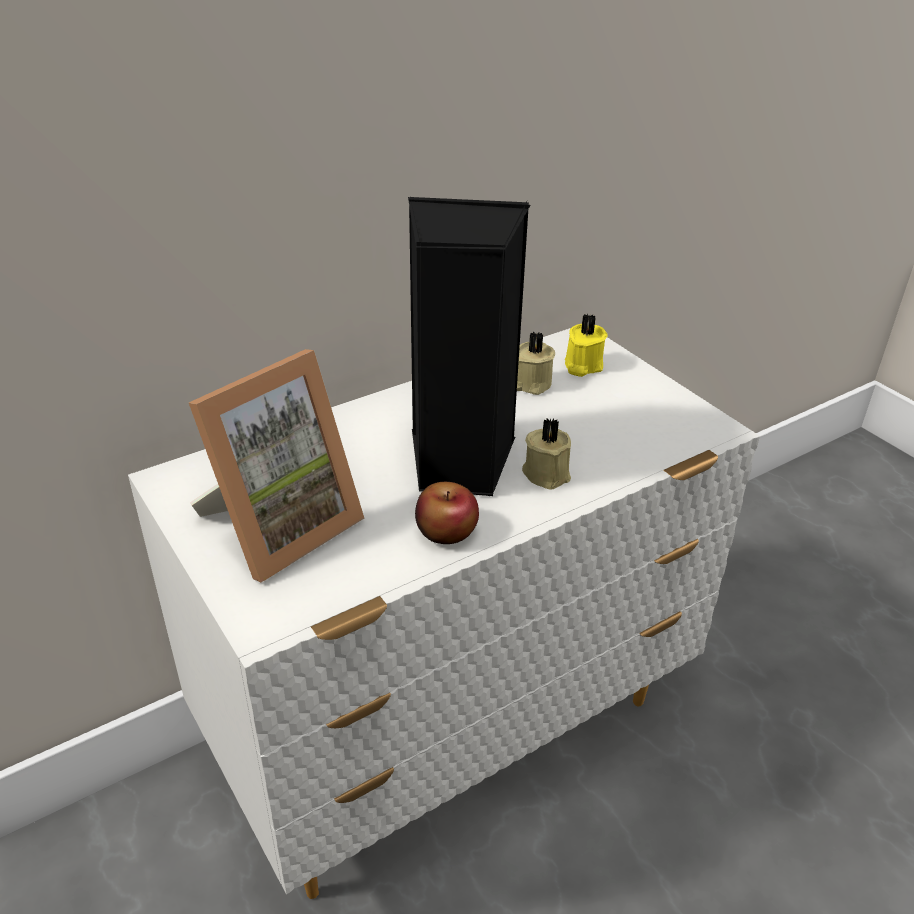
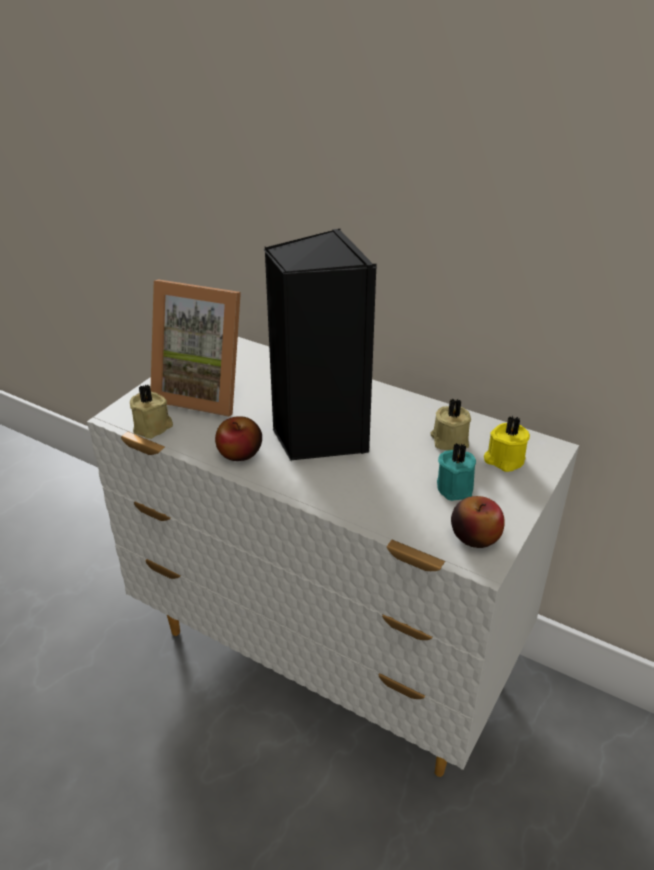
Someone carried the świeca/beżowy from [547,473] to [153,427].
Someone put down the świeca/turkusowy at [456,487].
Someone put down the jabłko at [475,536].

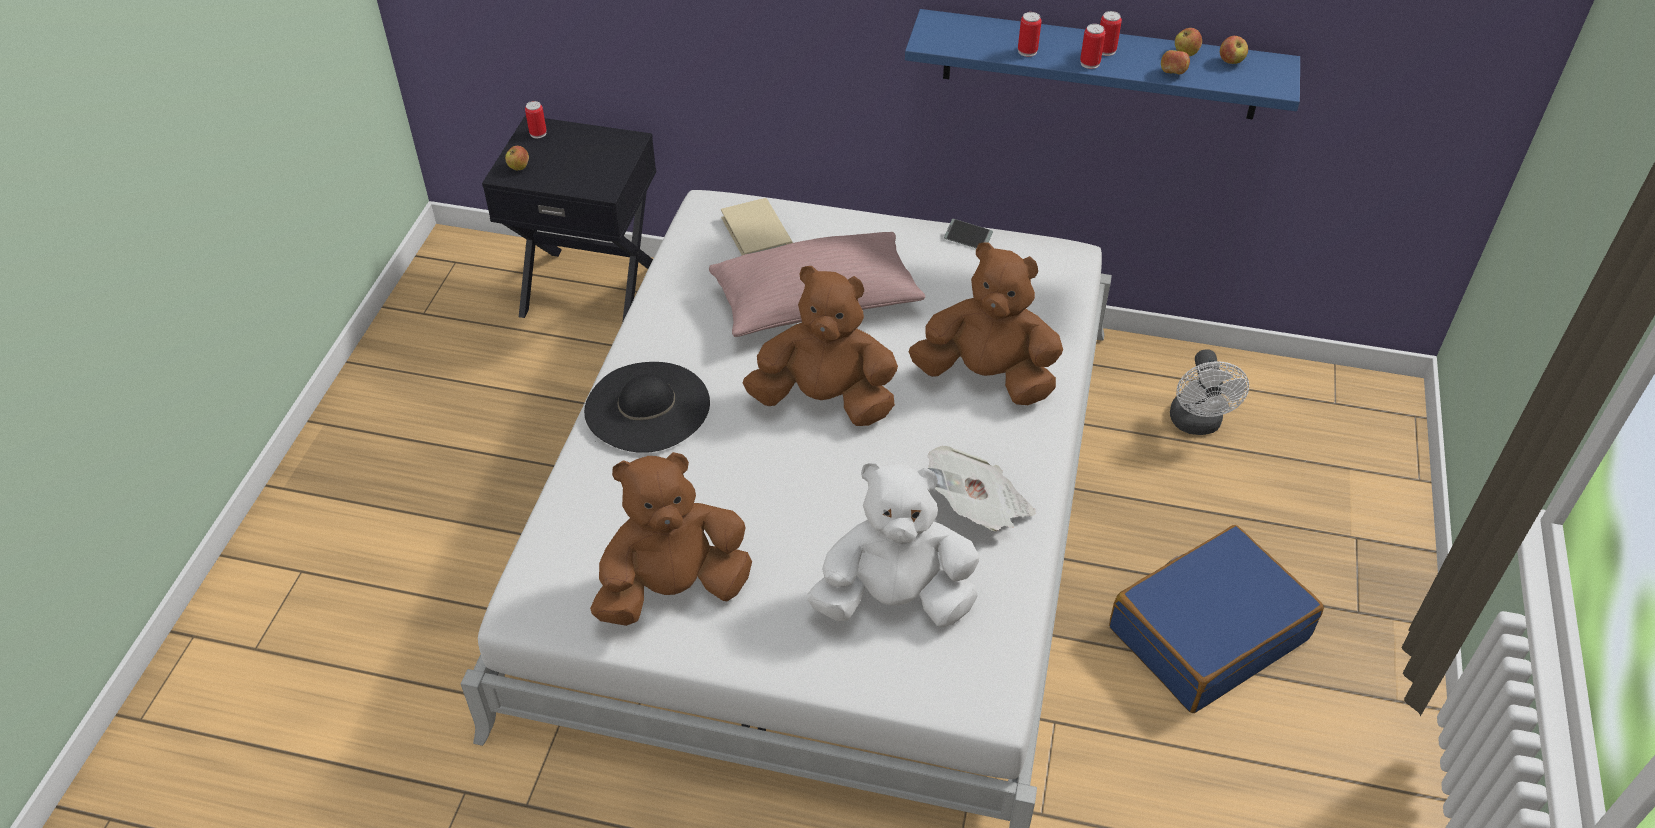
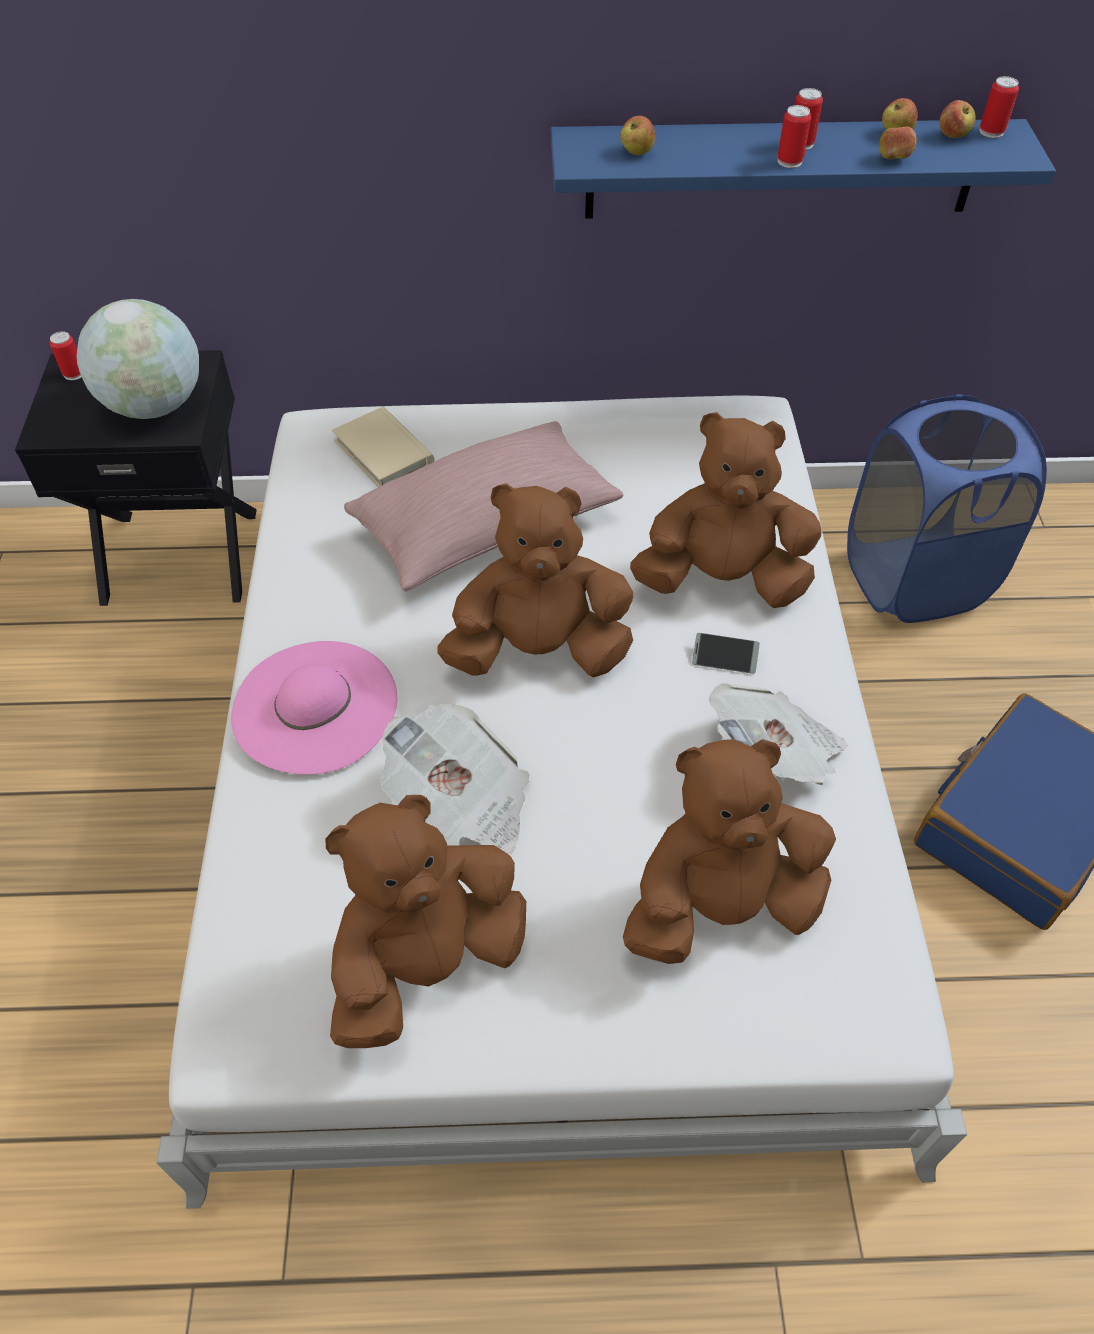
Someone put down the globus at [155,405].
Someone repainted the kapelusz/czarny at [647,406], which became the kapelusz/różowy at [315,706].
Someone put down the gazeta at [461,803].
Someone carried the jabłko from [519,167] to [636,152].
Someone repainted the pluszak/biały at [894,599], which became the pluszak/brązowy at [720,904].
Someone carried the telefon from [968,238] to [724,657].
Someone swapped the wentylator/biały at [1197,424] for the kosz na pranie/niebieski at [914,579].
Someone carried the puszka from [1027,51] to [991,132].

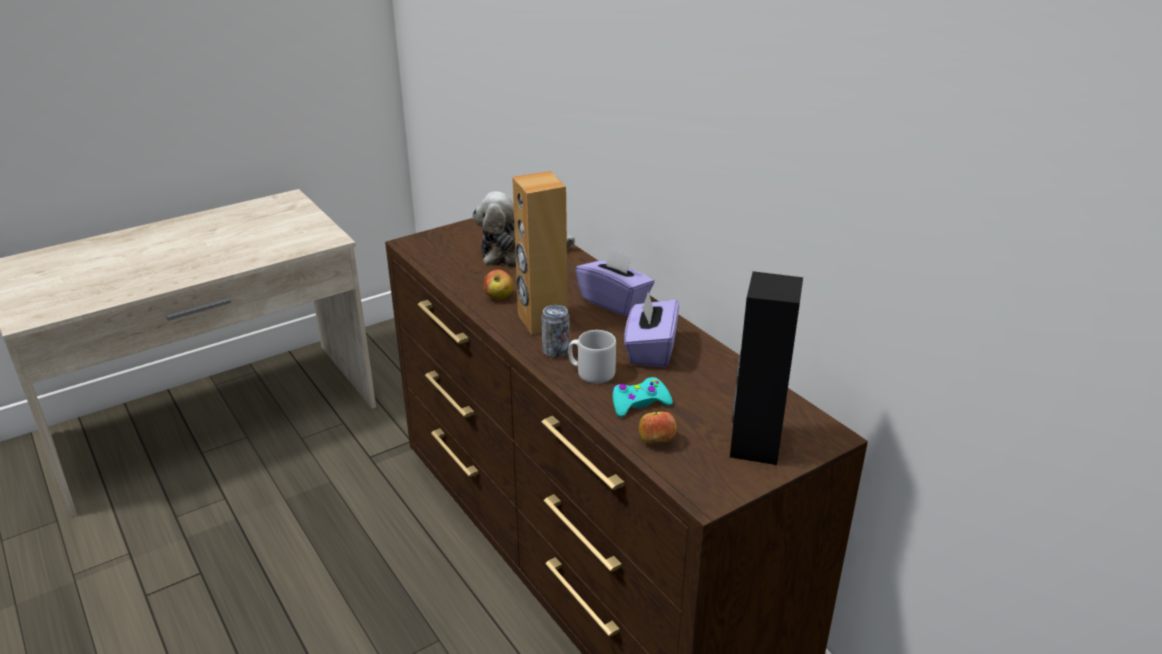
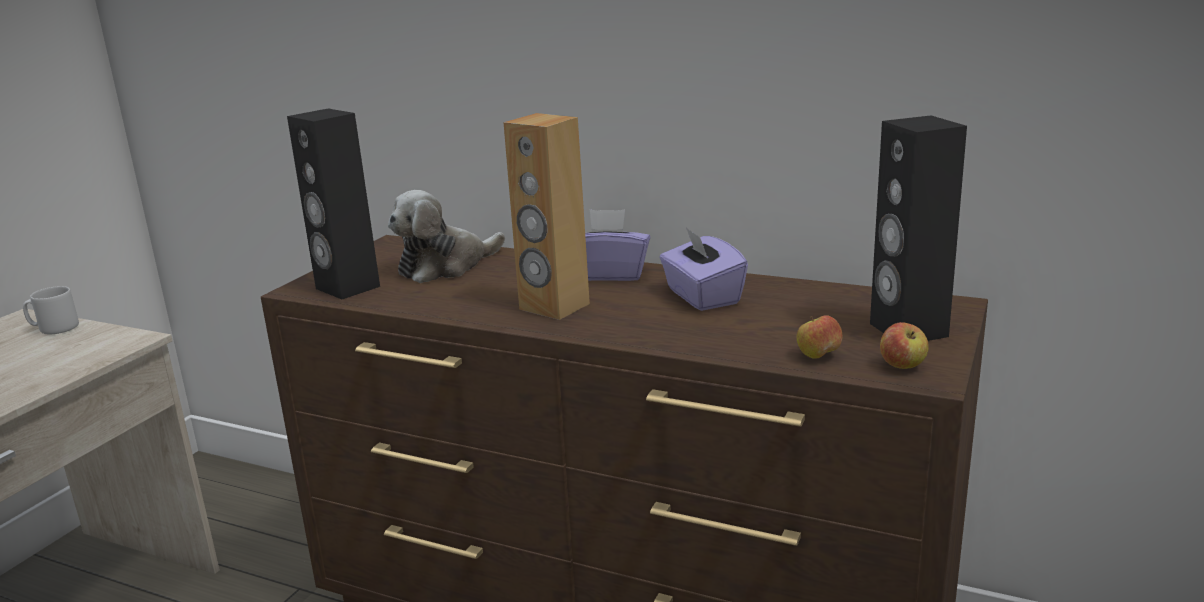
Someone carried the kubek/szary from [591,372] to [54,328].
Someone put down the głośnik/czarny at [347,288].
Someone carried the jabłko from [499,297] to [902,366].
Someone took away the puszka at [556,351].
Someone took away the pad do gier/turkusowy at [639,403].

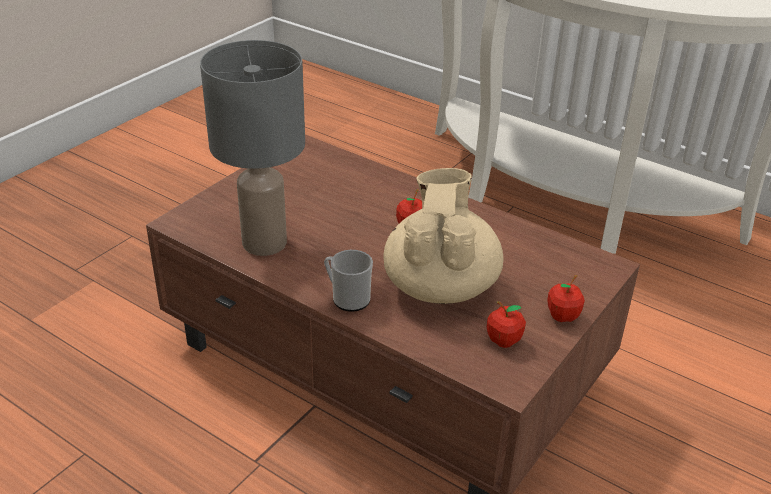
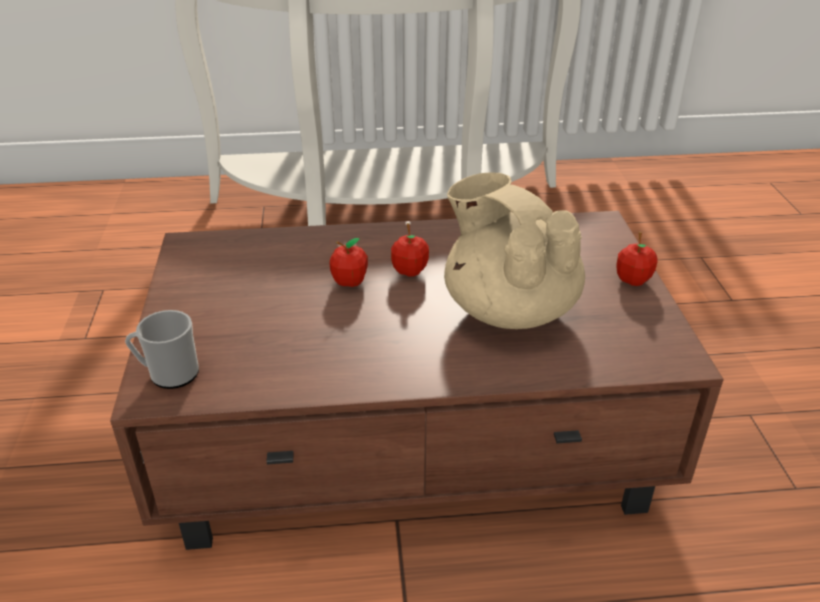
Someone carried the kubek from [347,298] to [169,374].
Someone carried the jabłko from [503,340] to [349,282].
Someone took away the lampa stołowa/szary at [265,242].

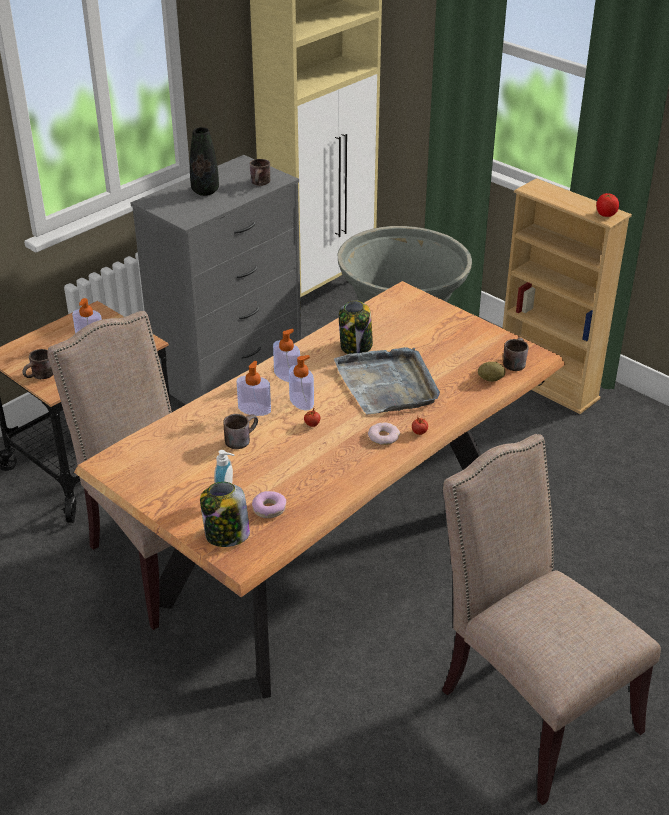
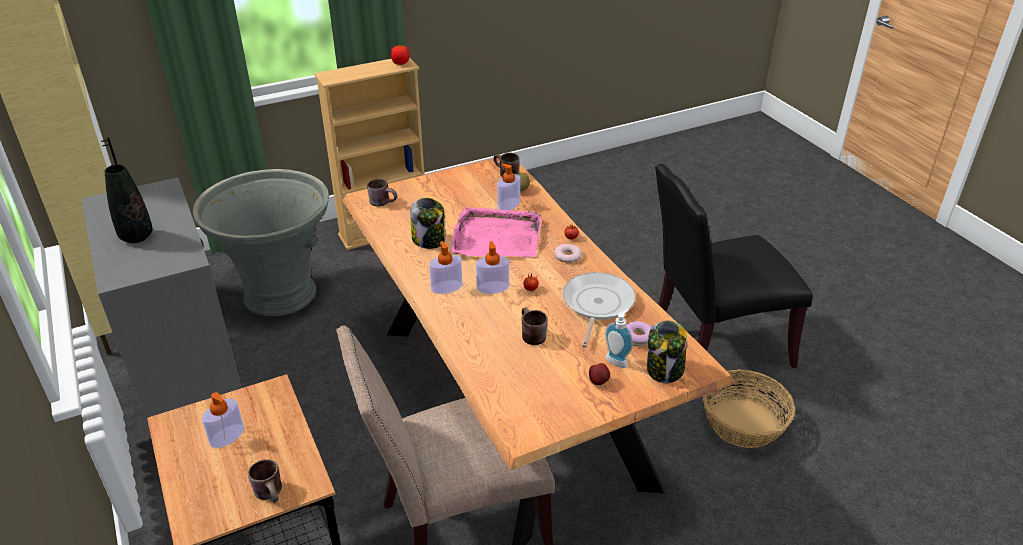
Someone carried the kubek/brązowy from [261,184] to [384,202].
Someone repainted the taca/szary at [388,384], which became the taca/różowy at [496,237].
Someone carried the dozownik mydła from [254,409] to [508,204].
Someone put down the patelnia at [596,305].
Someone put down the jabłko at [598,382].
Someone repainted the krzesło/beżowy at [530,708], which became the krzesło/czarny at [713,346].
Someone put down the koszyk at [742,423].

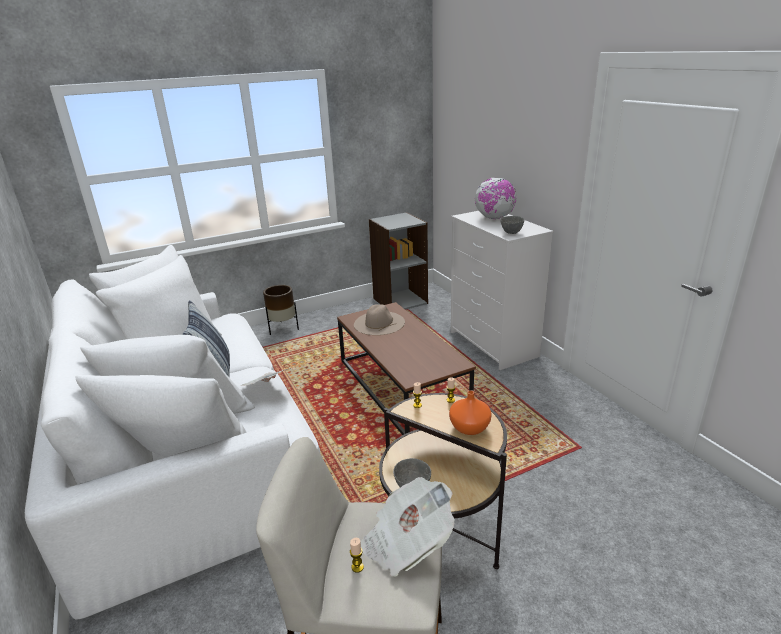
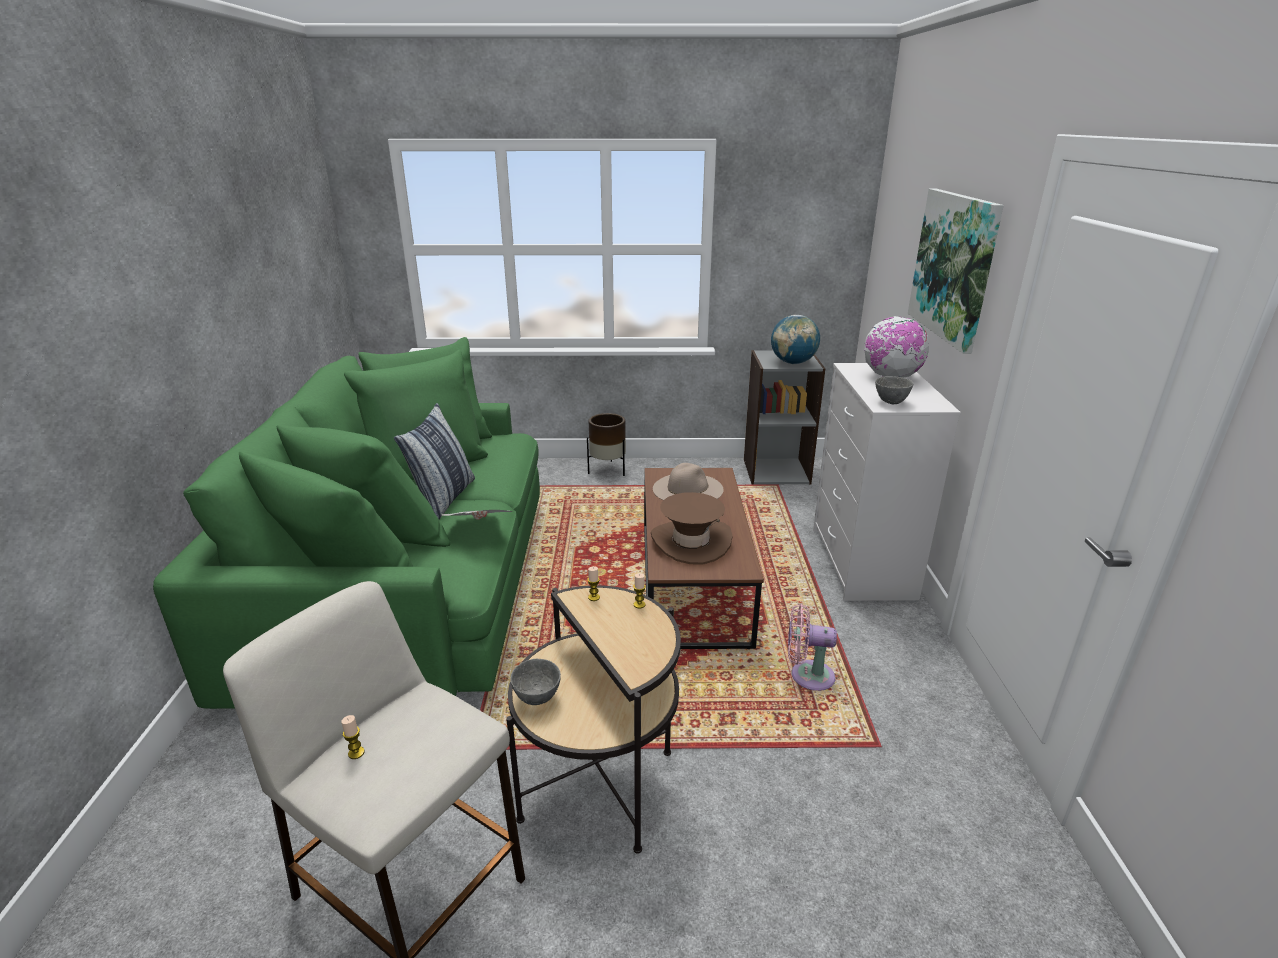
Someone repainted the kanapa/biały at [186,456], which became the kanapa/zielony at [406,583].
Someone put down the kapelusz/brązowy at [691,542].
Someone put down the globus at [793,363].
Someone put down the wentylator/różowy at [807,675].
Someone put up the obraz at [954,266].
Someone took away the gazeta at [406,542].
Someone took away the wazon/pomarańczowy at [468,428].

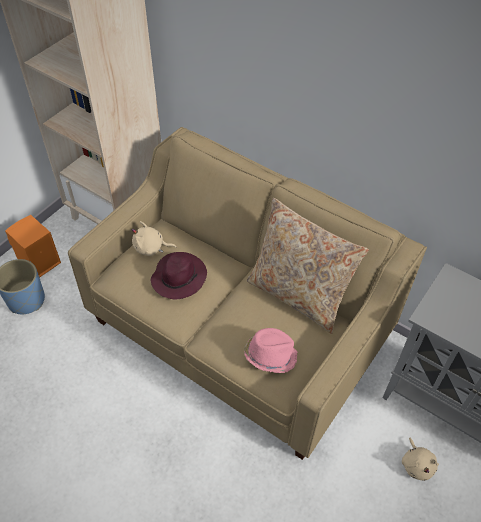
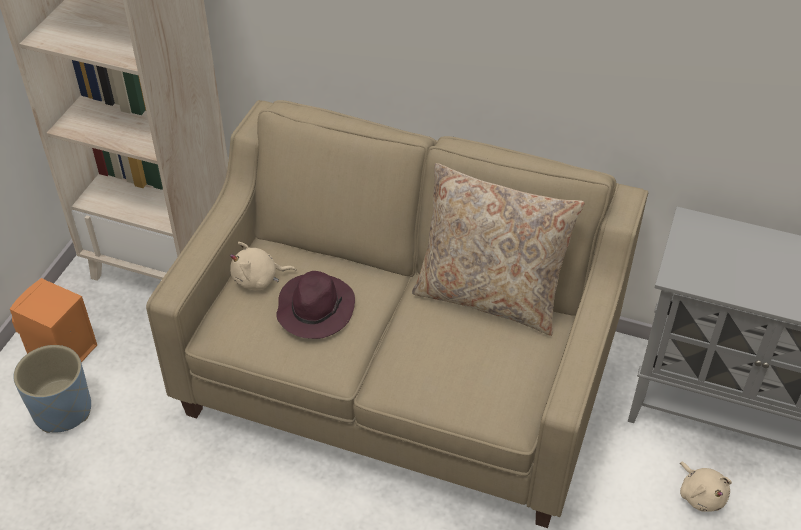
Someone took away the kapelusz/różowy at [270,355].

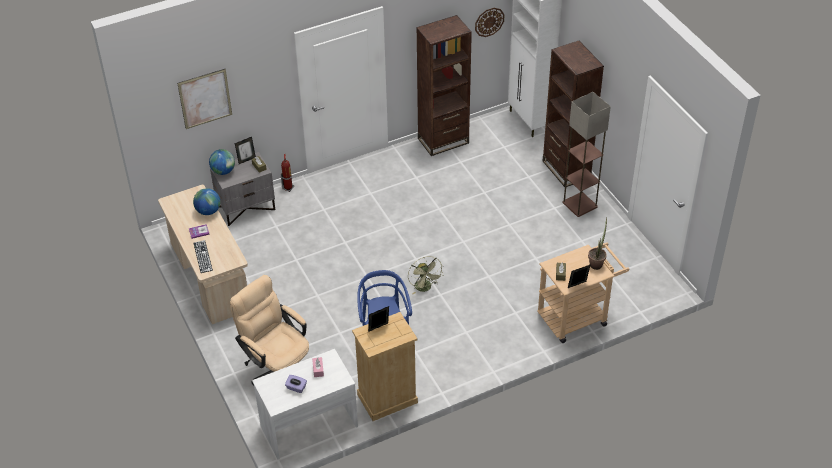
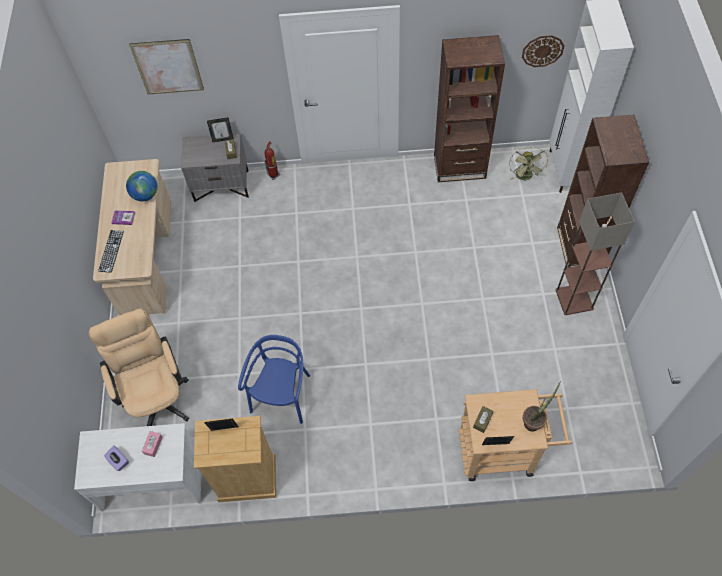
Someone carried the wentylator/zielony from [425,288] to [525,177].
Someone took away the globus at [223,171].

